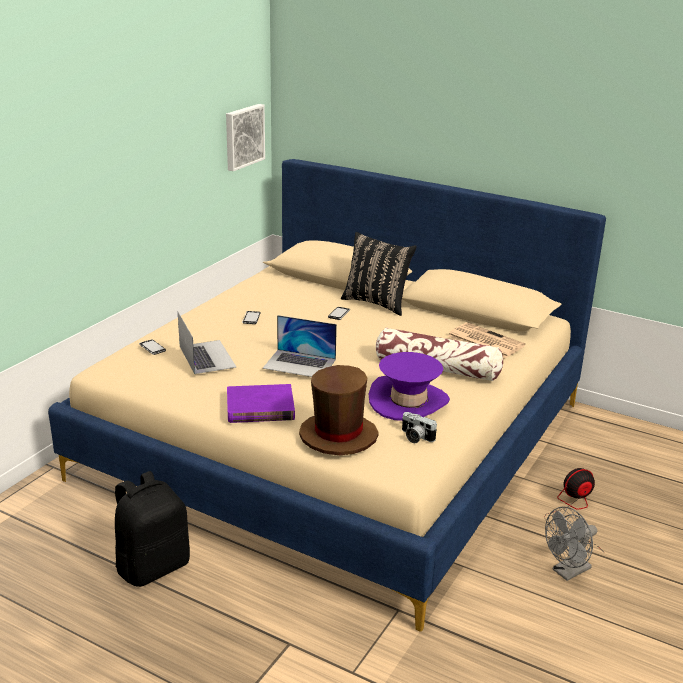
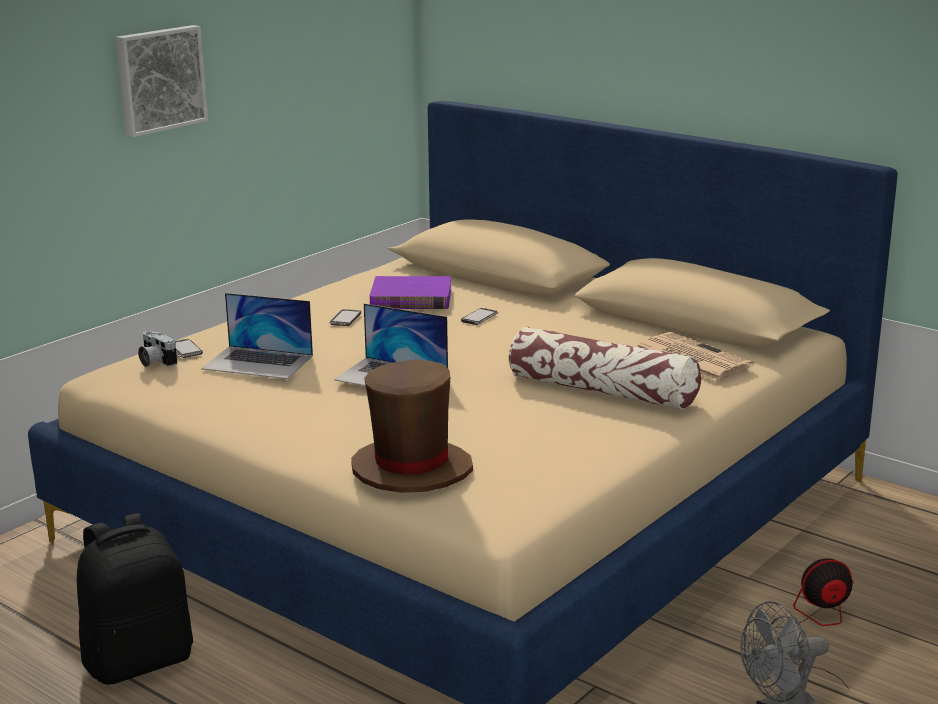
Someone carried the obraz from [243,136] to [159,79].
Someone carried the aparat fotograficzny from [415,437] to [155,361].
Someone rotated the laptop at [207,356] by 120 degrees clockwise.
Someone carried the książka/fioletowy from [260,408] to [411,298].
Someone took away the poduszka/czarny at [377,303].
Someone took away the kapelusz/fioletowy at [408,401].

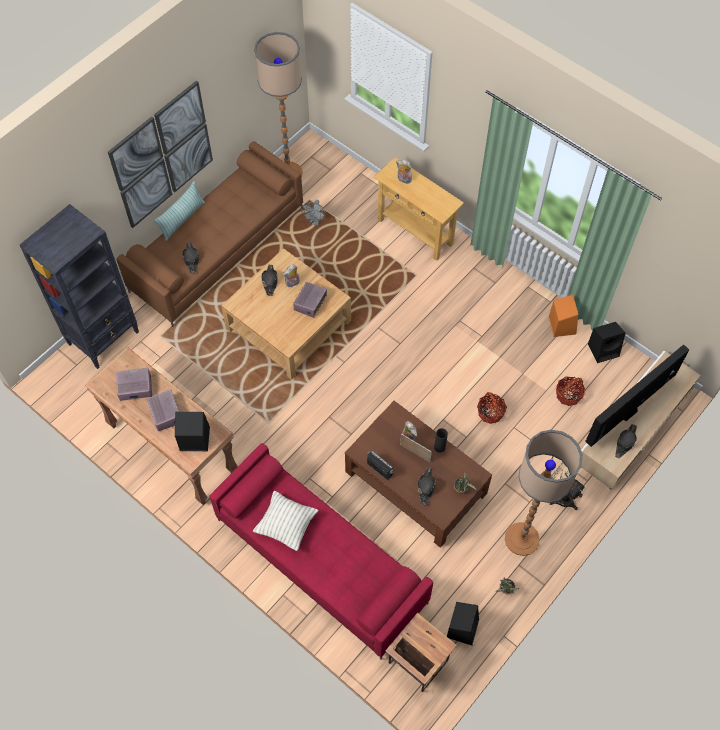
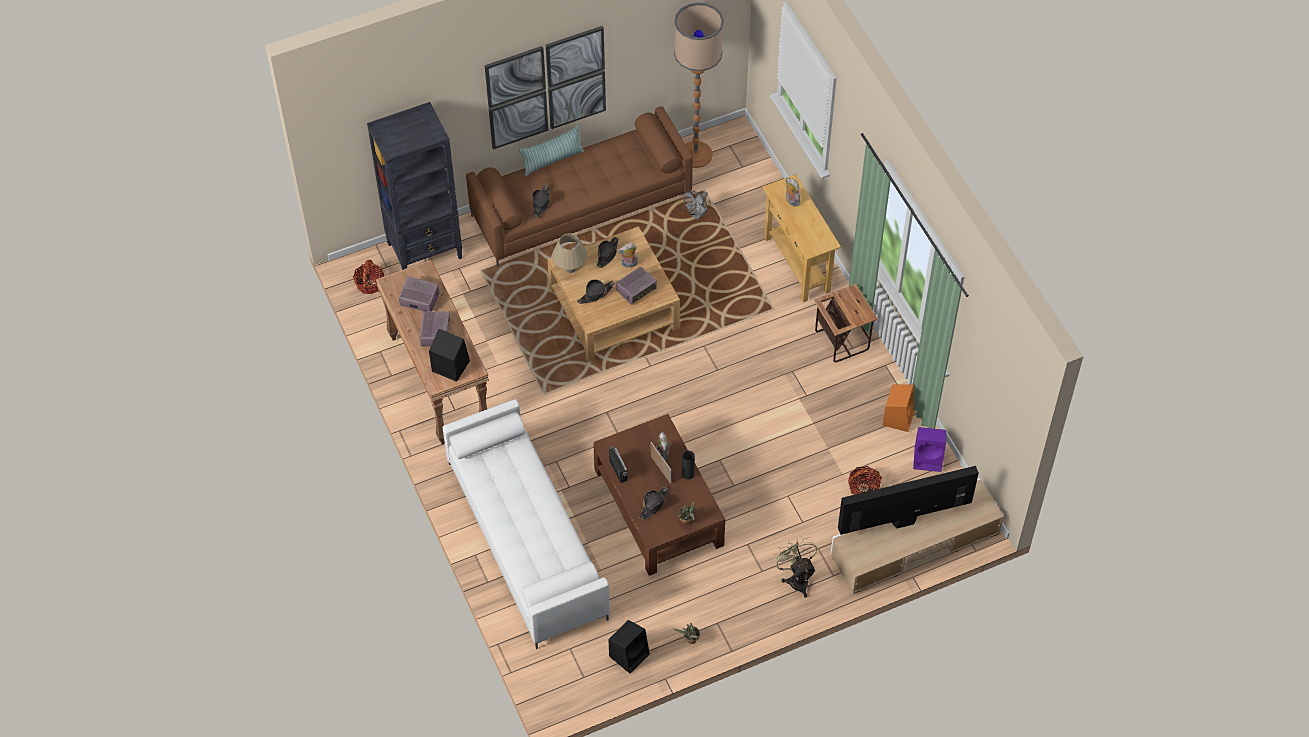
Someone carried the koszyk from [490,412] to [370,283].
Someone repainted the kanapa/czerwony at [320,561], which became the kanapa/biały at [526,539].
Someone put down the lampa stołowa/beżowy at [570,268].
Someone carried the kapelusz/czarny from [625,442] to [596,294].
Someone carried the stolik from [417,661] to [841,340].
Someone repainted the głośnik/czarny at [604,349], which became the głośnik/fioletowy at [928,458].
Someone took away the poduszka at [286,525].
Someone took away the lampa stojąca at [521,539].

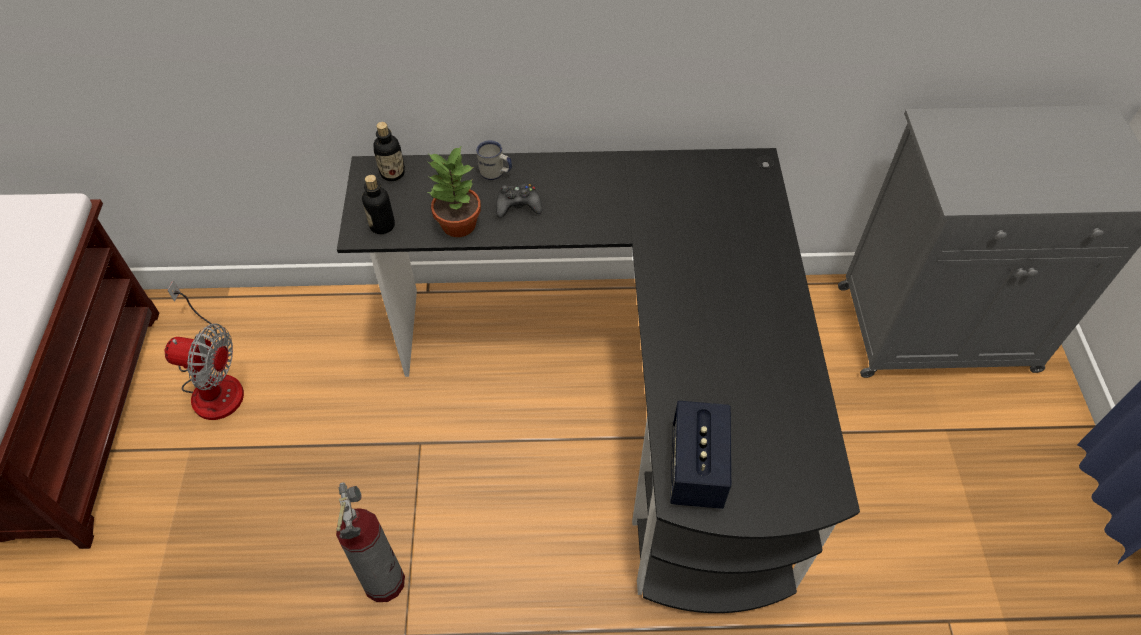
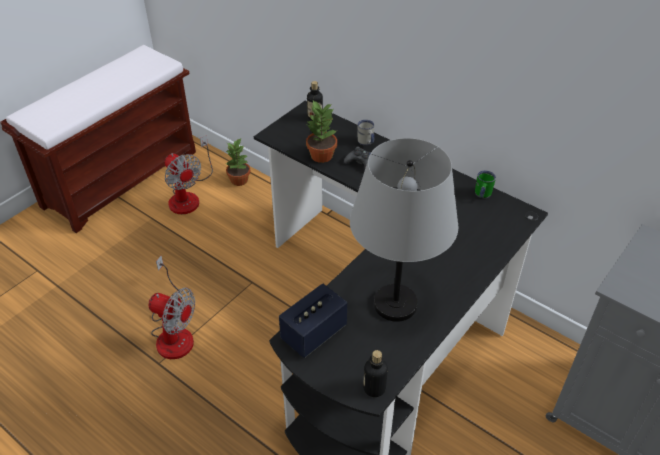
Someone swapped the gaśnica at [384,581] for the wentylator at [173,332].
Someone put down the roślina doniczkowa at [239,180].
Someone put down the lampa stołowa/szary at [395,305].
Someone carried the butelka from [382,225] to [374,388].
Someone put down the kubek/zielony at [482,195].

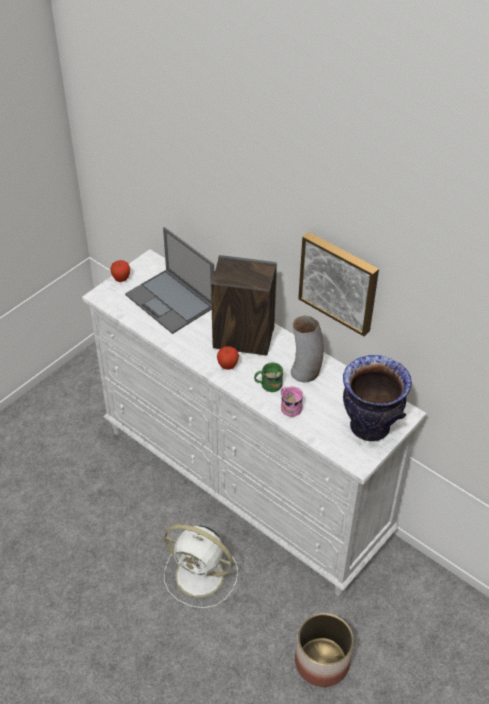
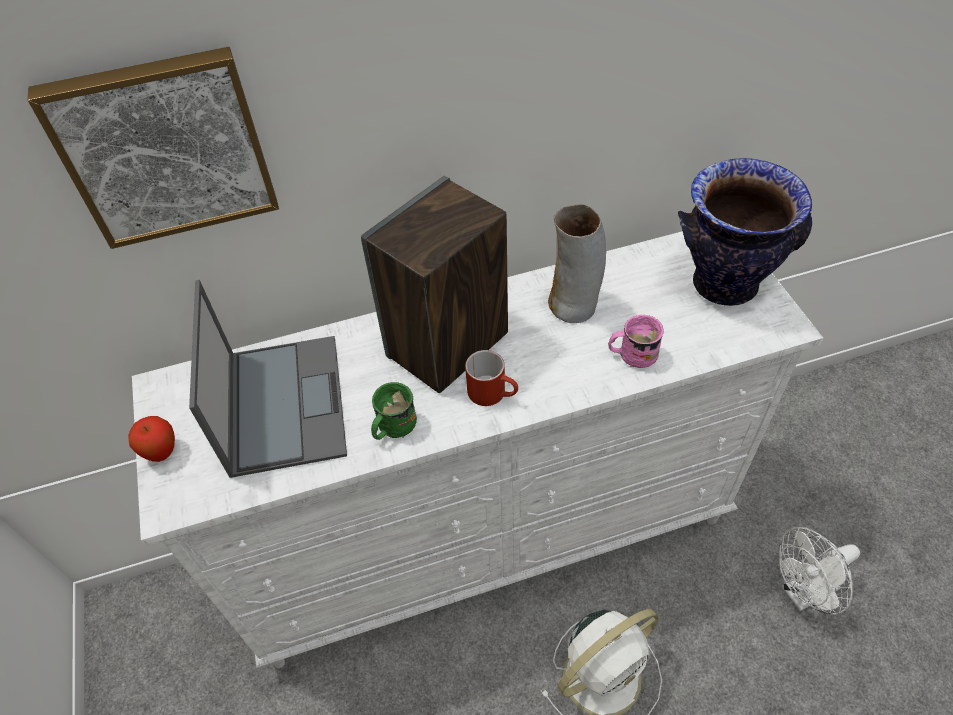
Someone carried the obraz from [339,282] to [165,147].
Someone rotated the laptop at [171,301] by 90 degrees counterclockwise.
Someone carried the kubek/zielony from [268,385] to [392,428].
Someone swapped the jabłko at [227,366] for the kubek/czerwony at [493,393].
Someone swapped the donica at [322,662] for the wentylator/biały at [803,593].

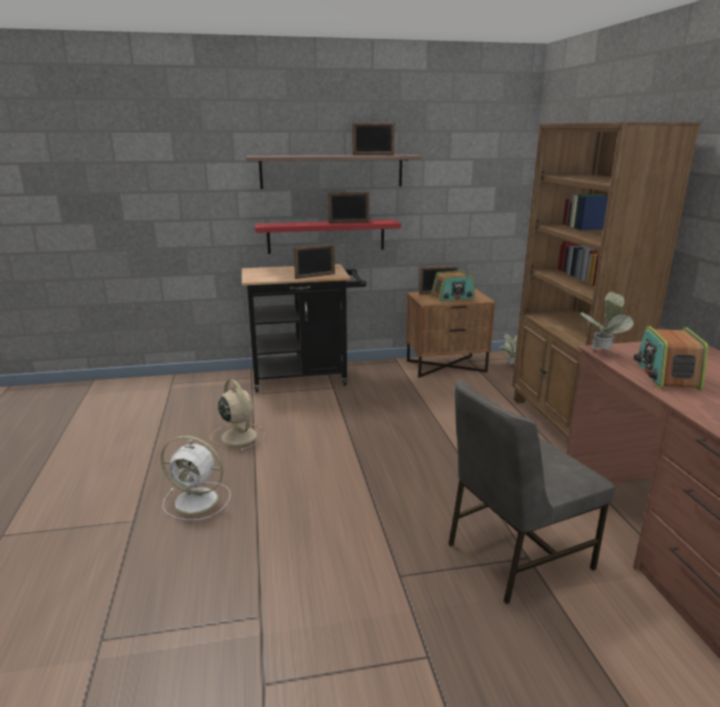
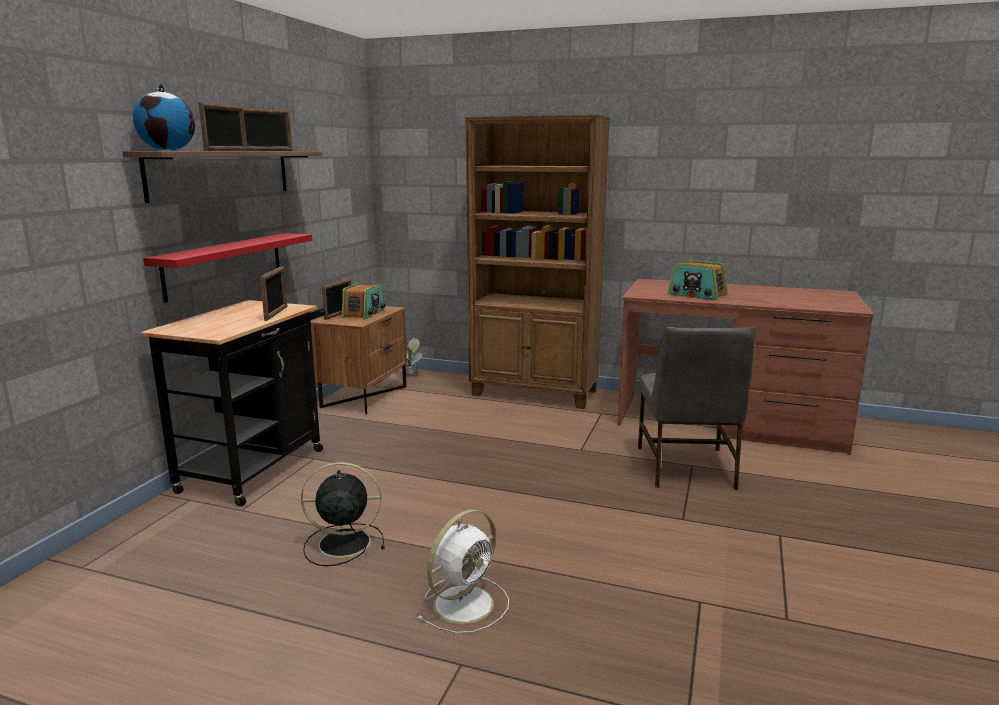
Someone put down the globus at [169,150].
Someone carried the ramka na zdjęcie from [349,222] to [226,150].
Someone repainted the wentylator/beżowy at [238,435], which became the wentylator/czarny at [342,543].
Someone took away the roślina doniczkowa at [601,353].

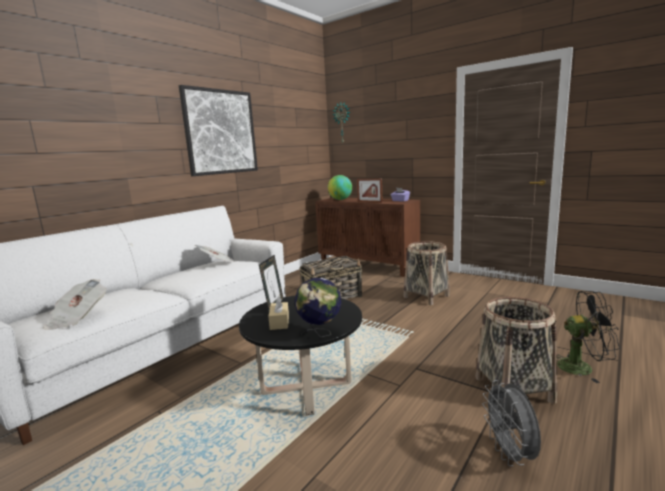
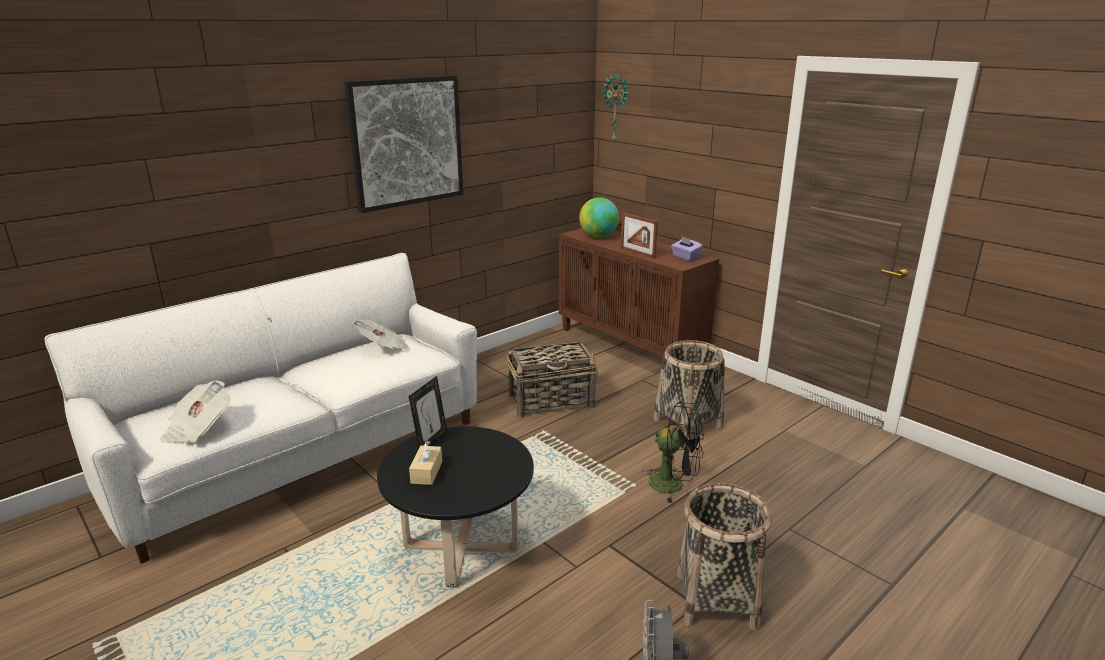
Someone carried the wentylator/czarny from [582,367] to [674,484].
Someone took away the globus at [320,334].

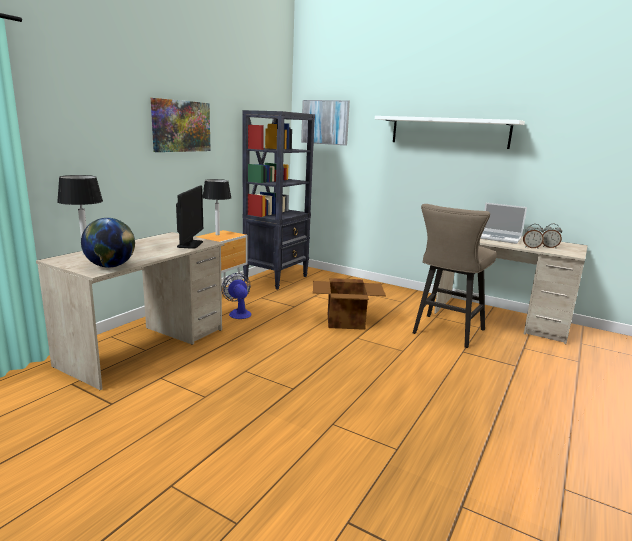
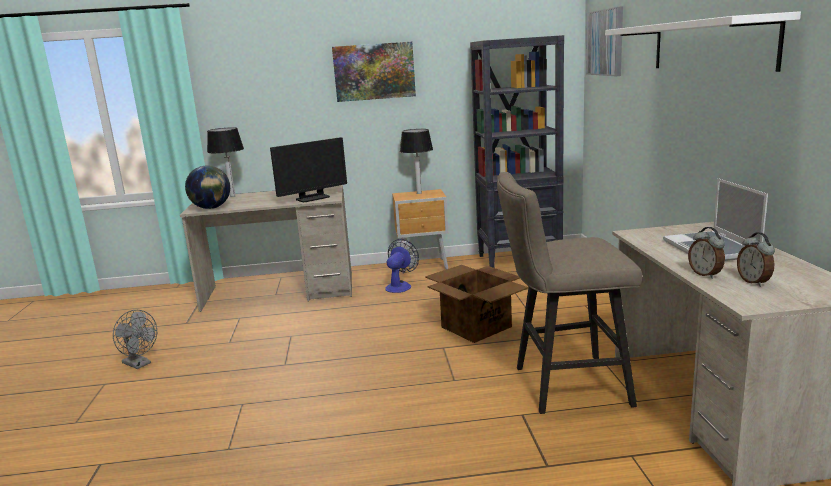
Someone put down the wentylator/szary at [140,364].

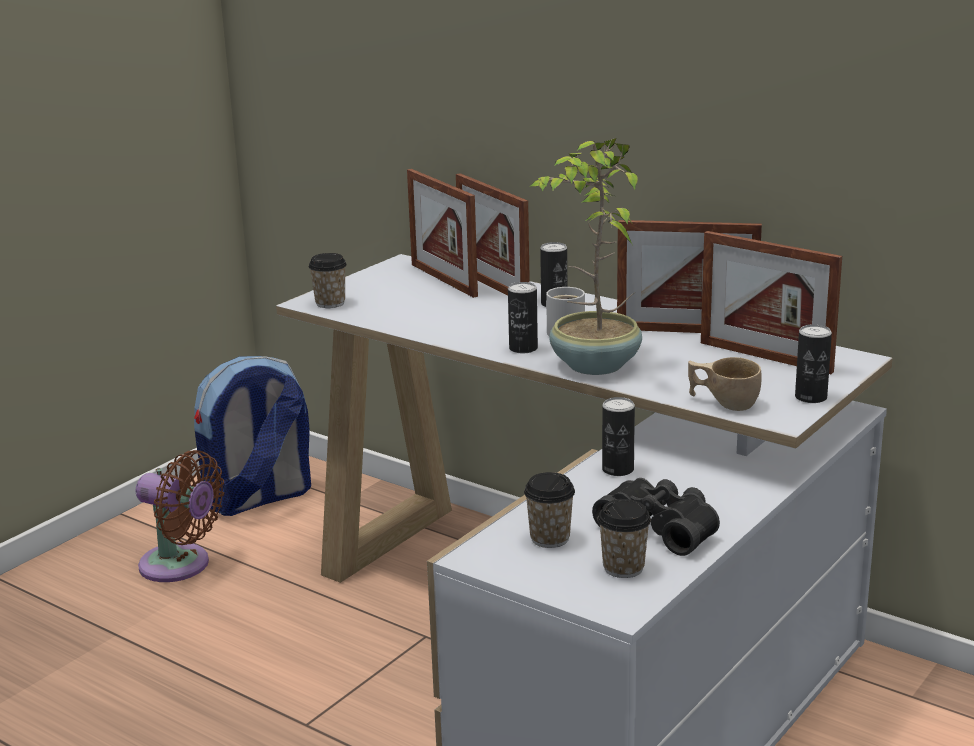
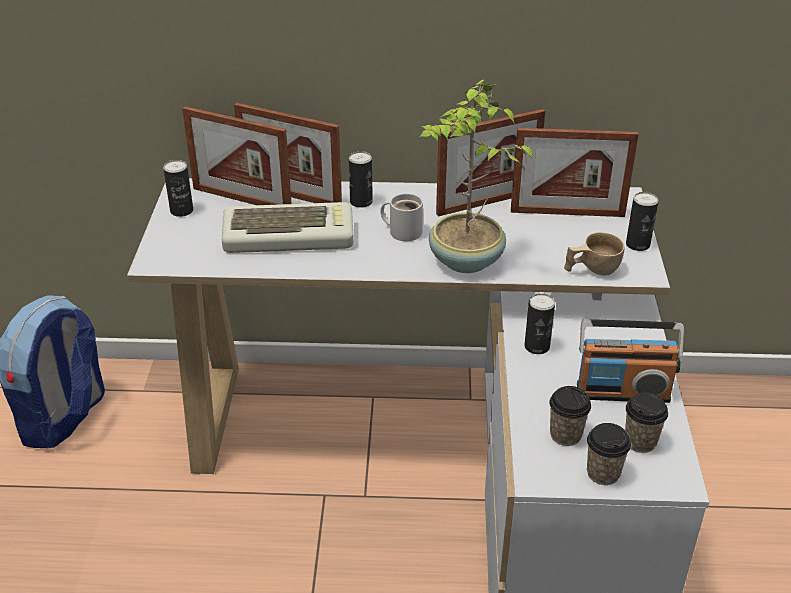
Someone carried the puszka from [523,348] to [181,211].
Someone put down the klawiatura at [290,236].
Someone swapped the lornetka/czarny at [661,527] for the radio at [622,392].
Someone carried the filiżanka from [330,303] to [603,473].
Someone took away the wentylator/brązowy at [180,566].

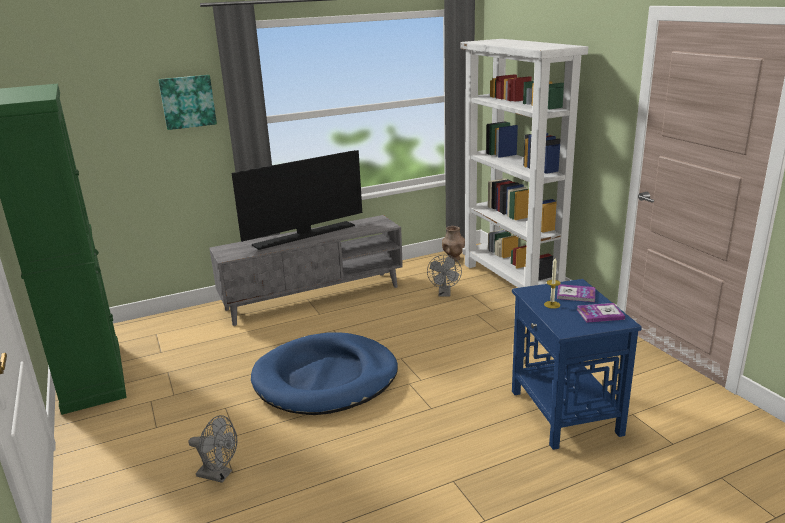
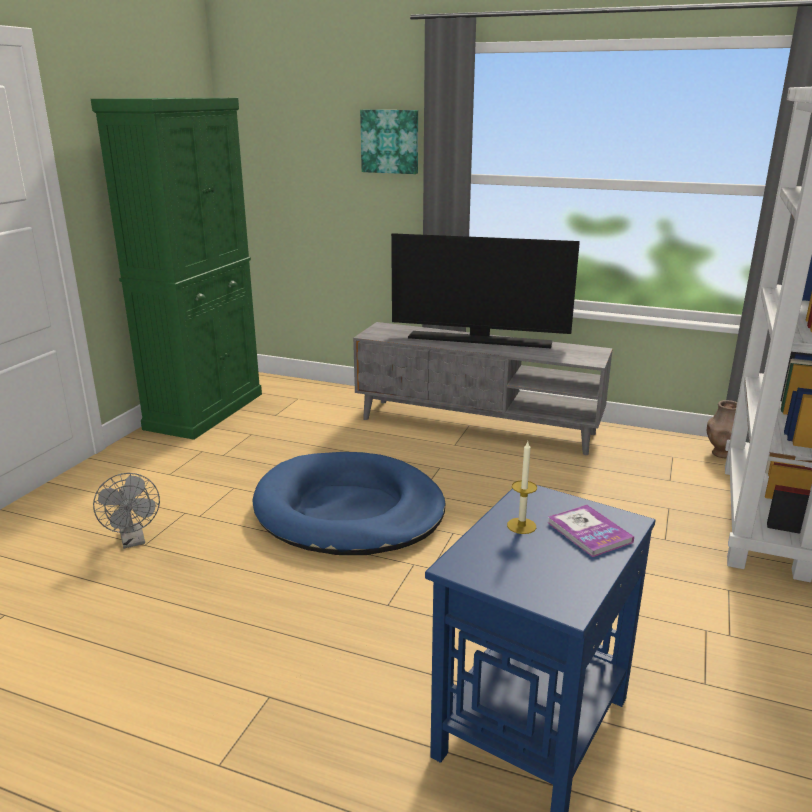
Someone took away the wentylator/szary at [444,294].
Someone took away the książka at [600,314].

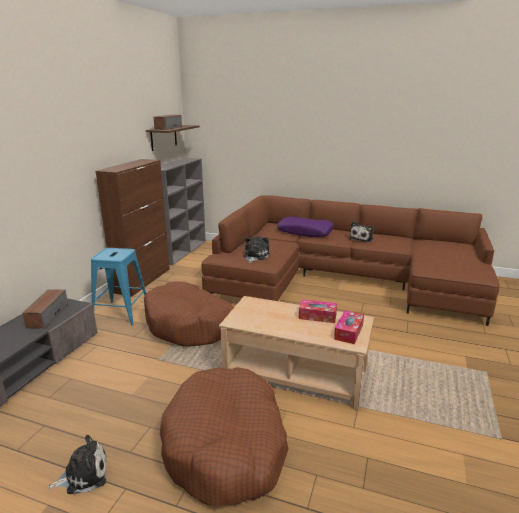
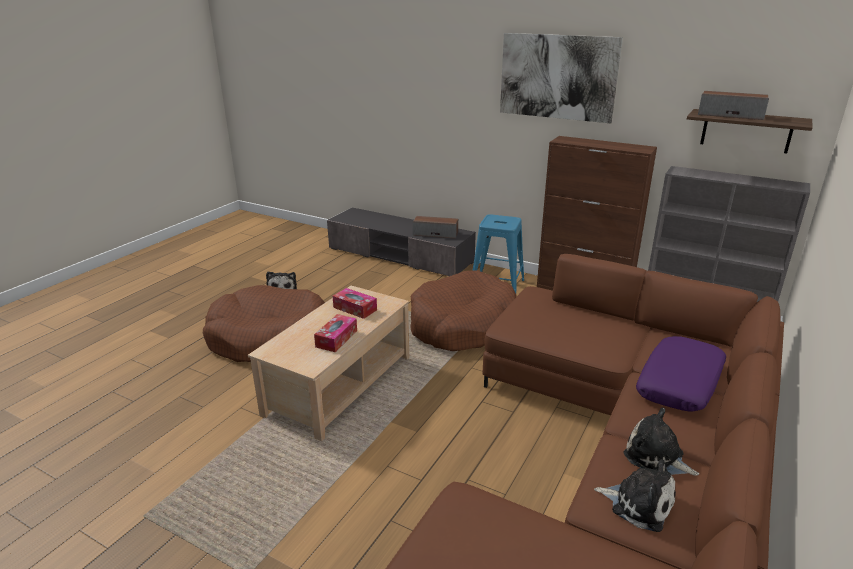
Someone carried the pudełko chusteczek from [348,332] to [355,308].
Someone put up the obraz at [557,77].
Someone carried the pluszak from [255,256] to [638,503].

